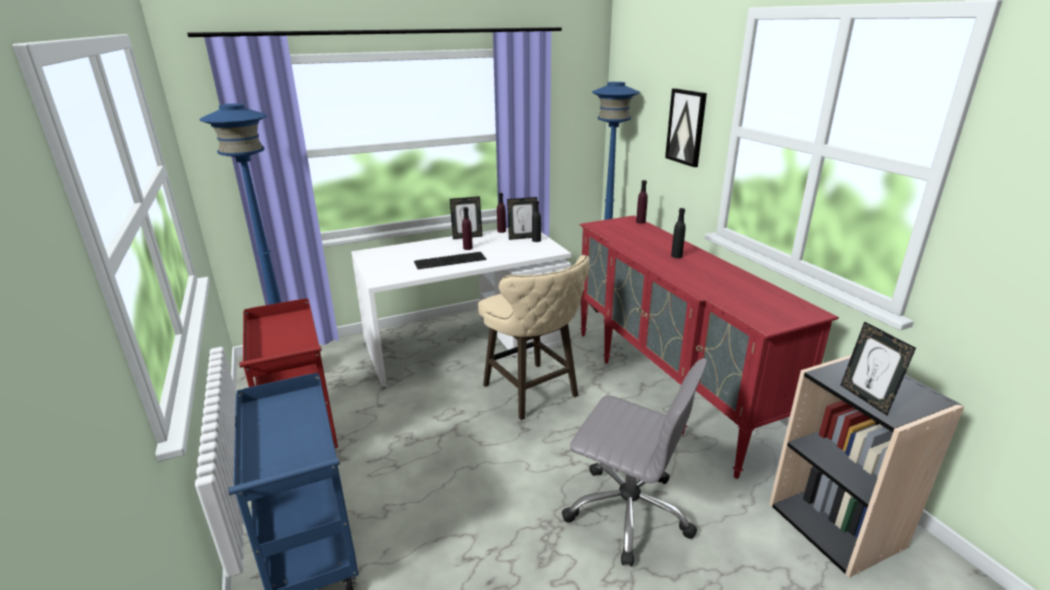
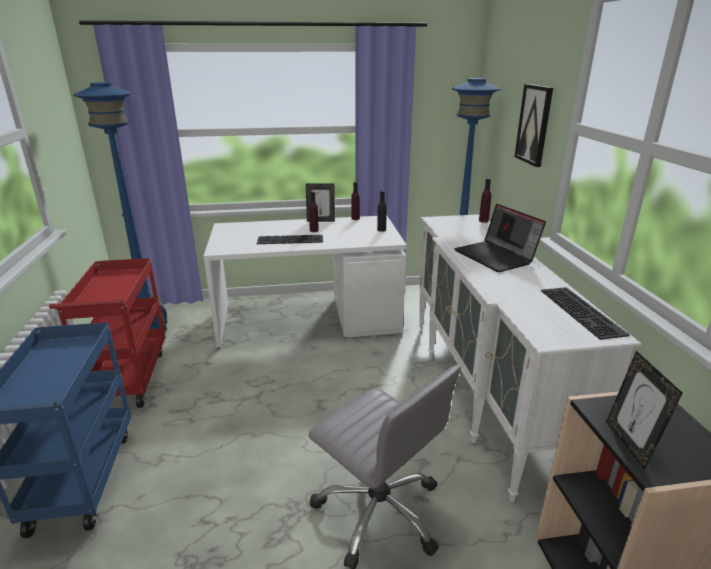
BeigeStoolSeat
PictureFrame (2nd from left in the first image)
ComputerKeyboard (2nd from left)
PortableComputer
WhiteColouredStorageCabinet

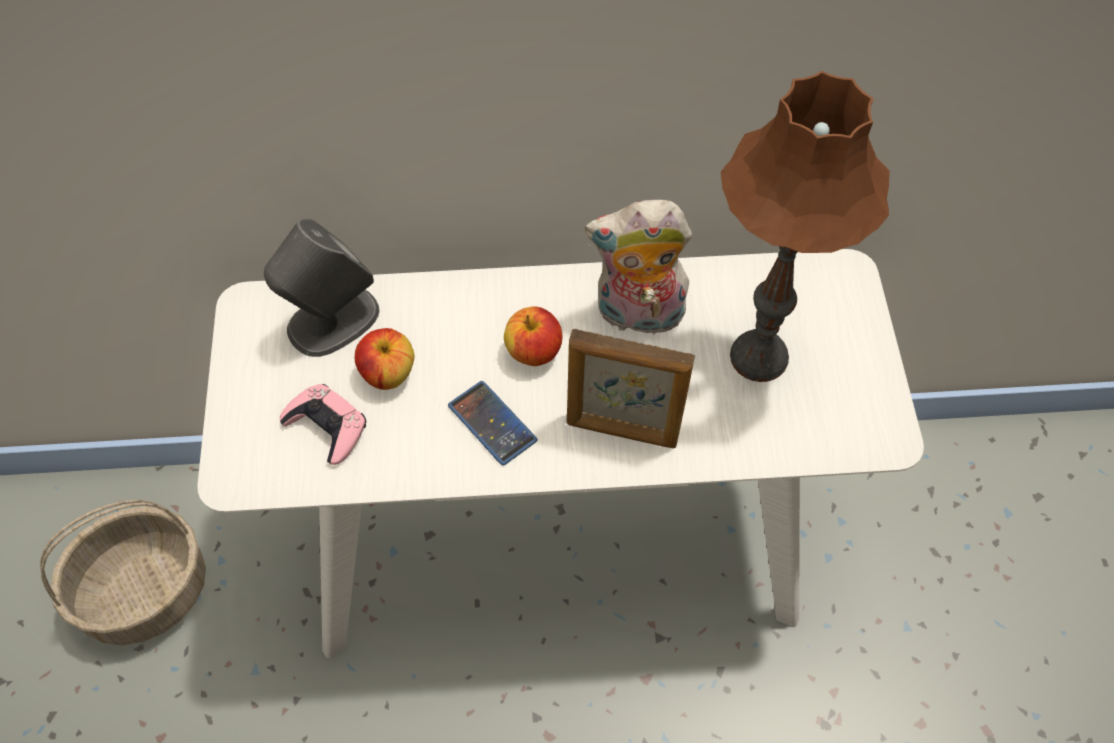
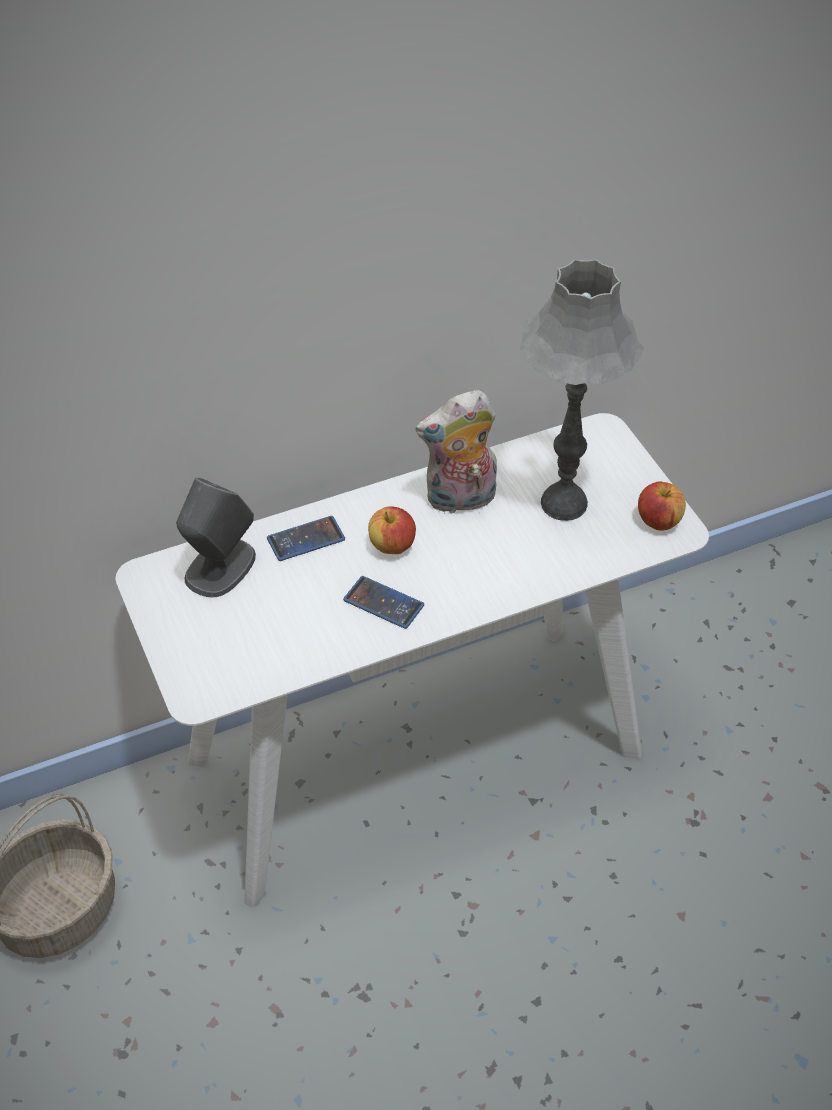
PinkColouredJoypad
PictureFrame
Telephone (1st from left)
AppleFruit (2nd from left)
GrayLampForATable

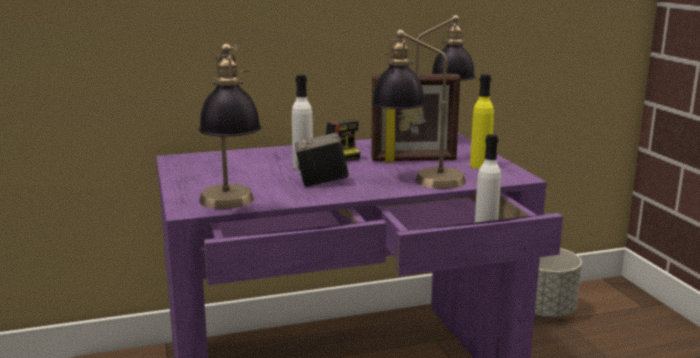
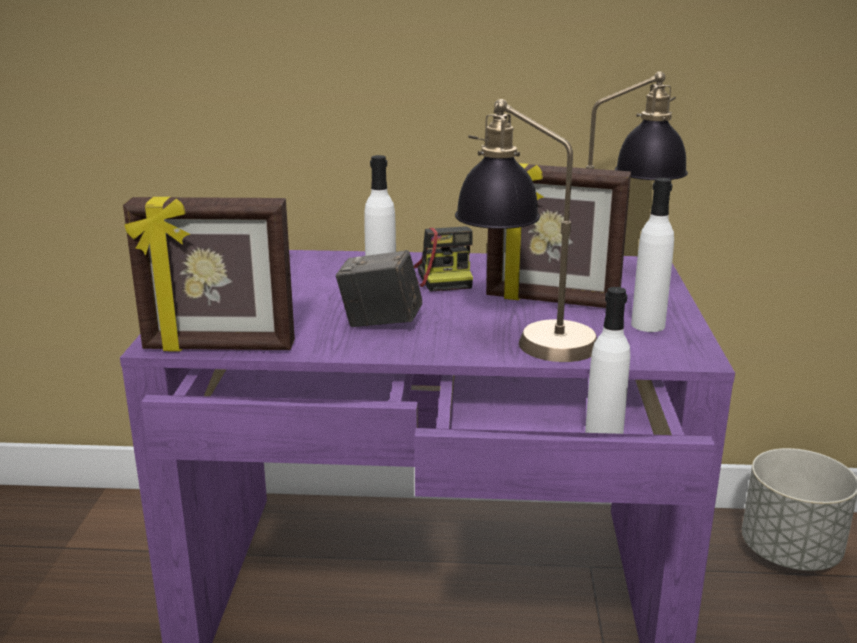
PictureFrame (1st from left)
WhiteColouredBottle (3rd from left)

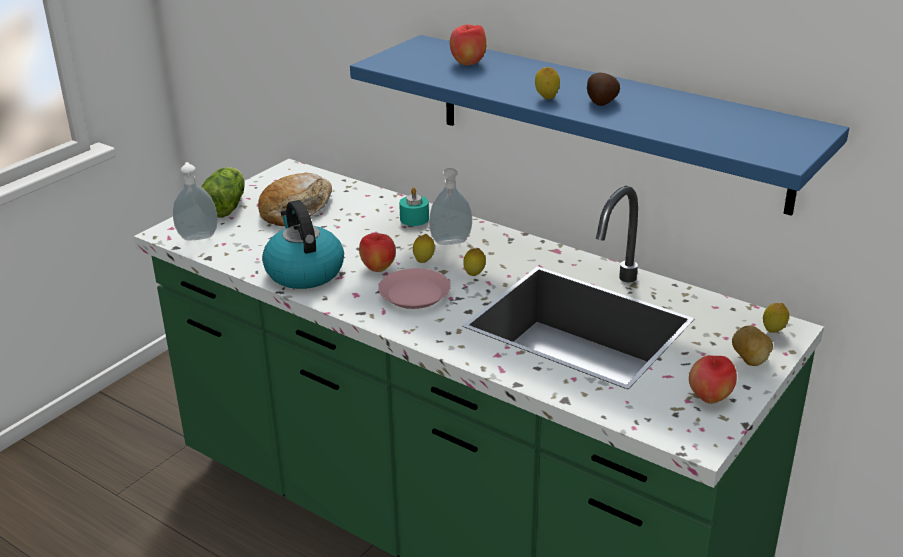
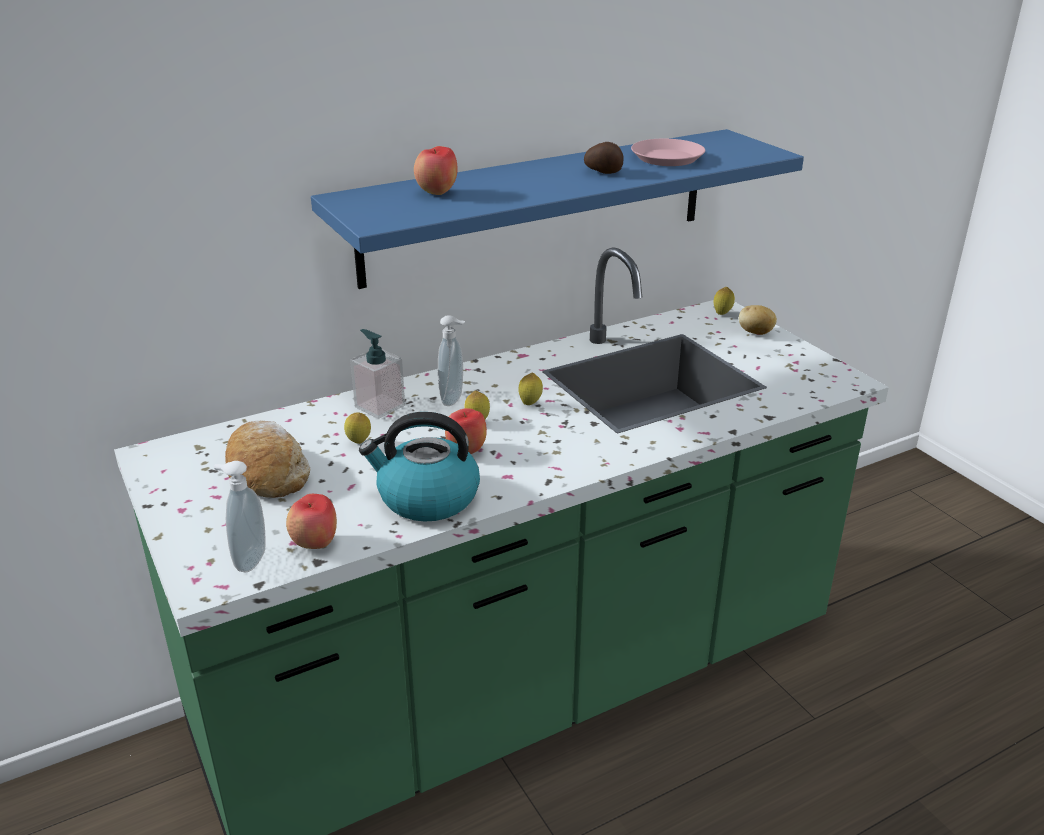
LettuceHead
PinkColouredPlate
Lemon (1st from left)
AppleFruit (1st from left)
LiquidSoapBottle (2nd from left)

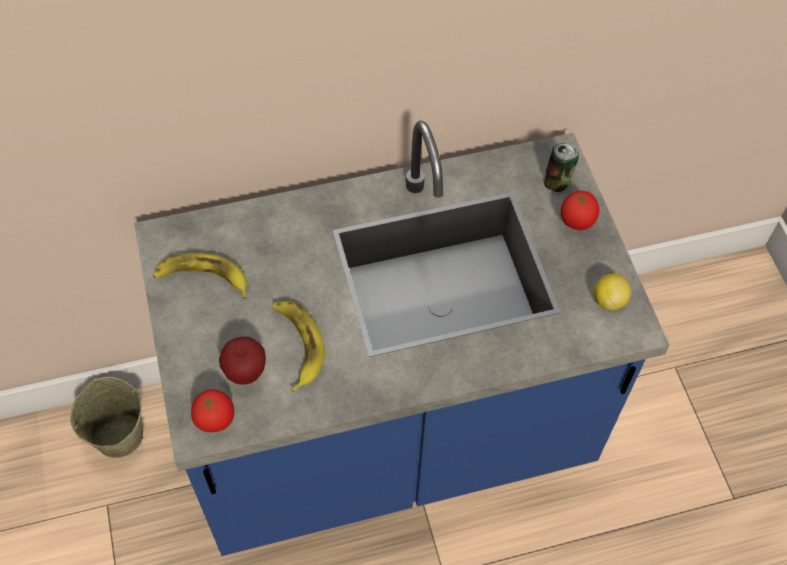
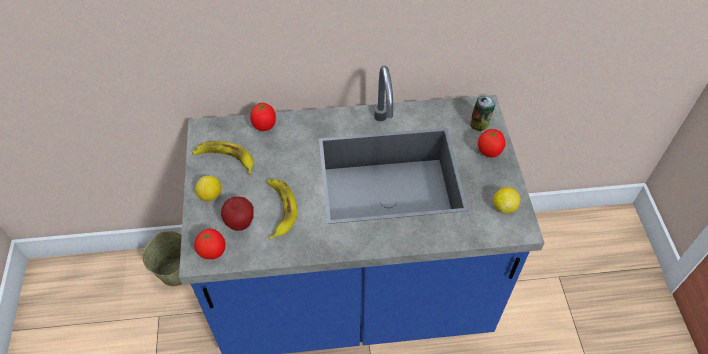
Lemon (1st from left)
Tomato (2nd from left)

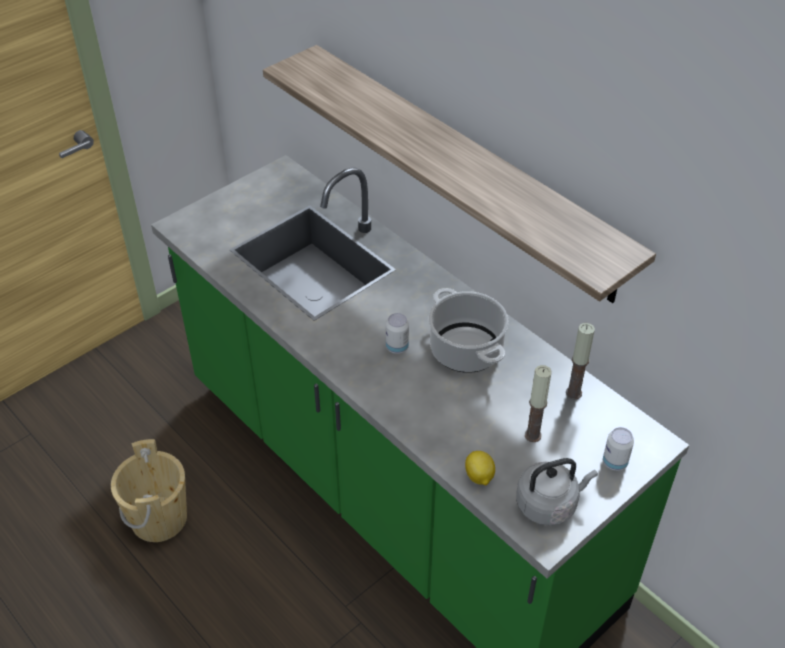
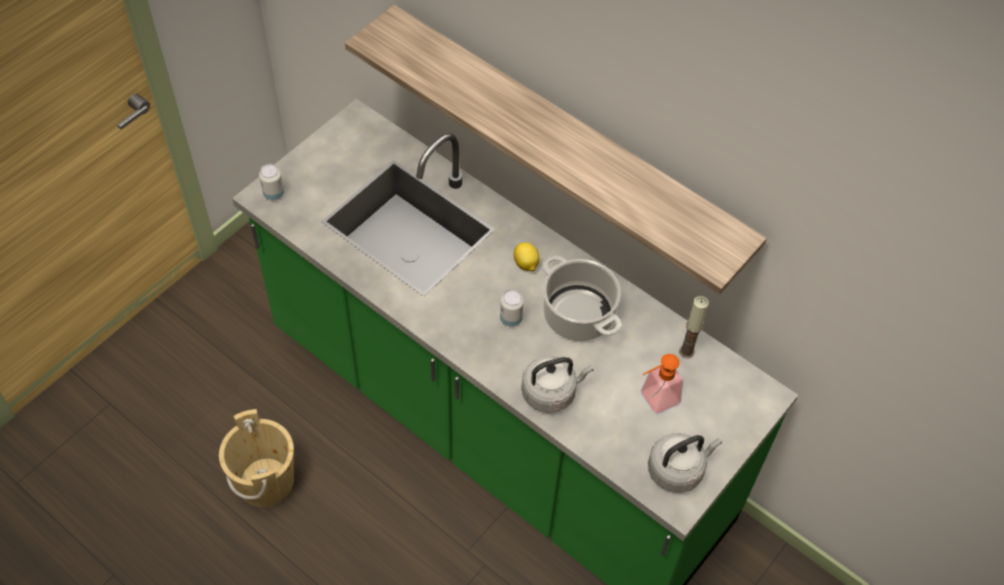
GrayWaterKettle (1st from left)
Lemon
SealedCan (1st from left)
LiquidSoapBottle

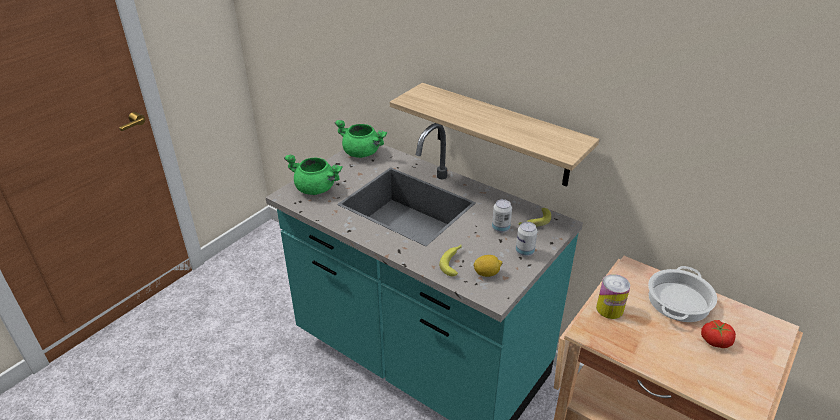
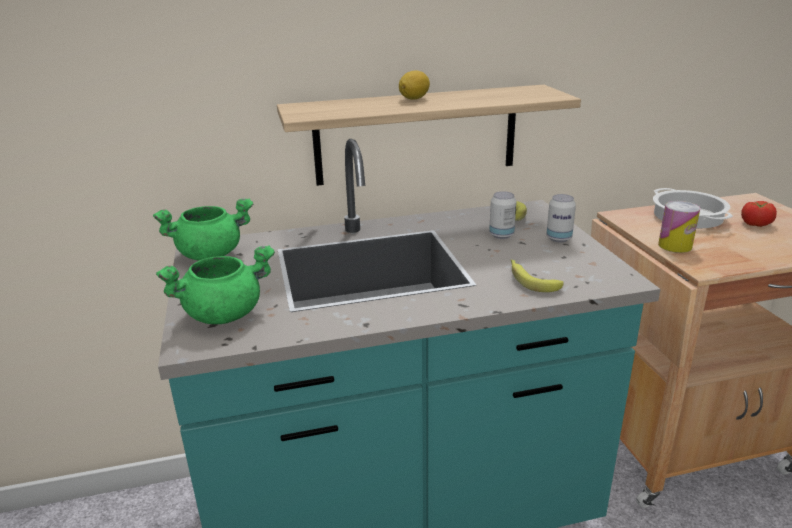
Lemon

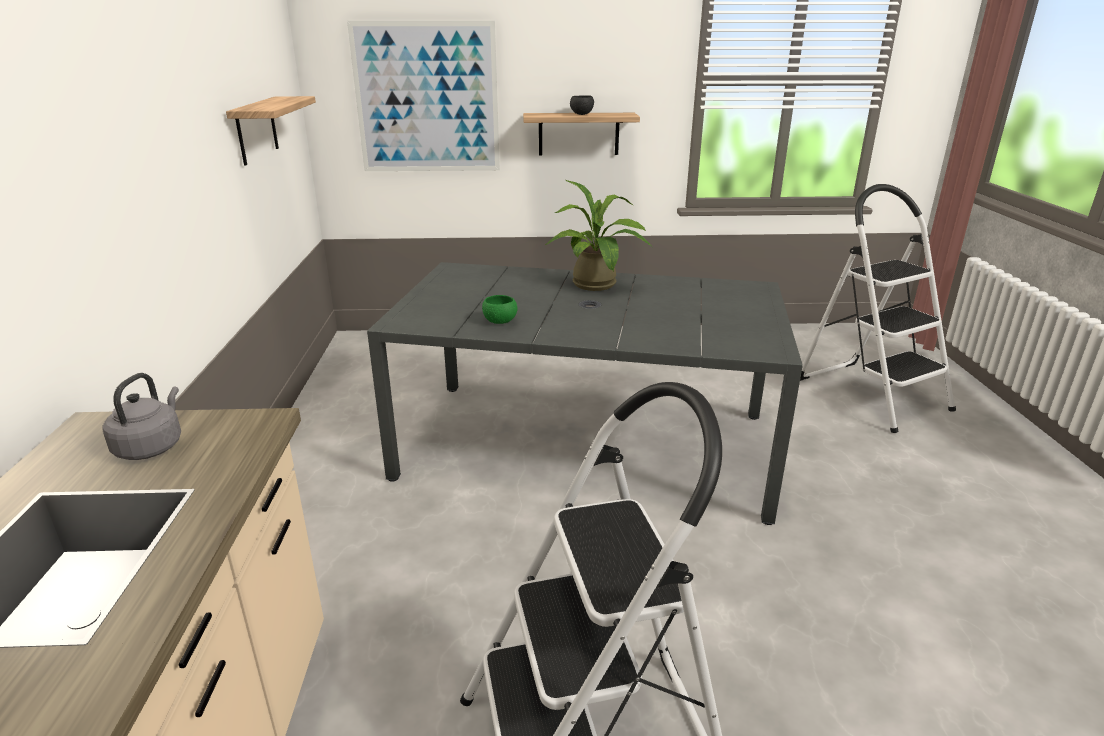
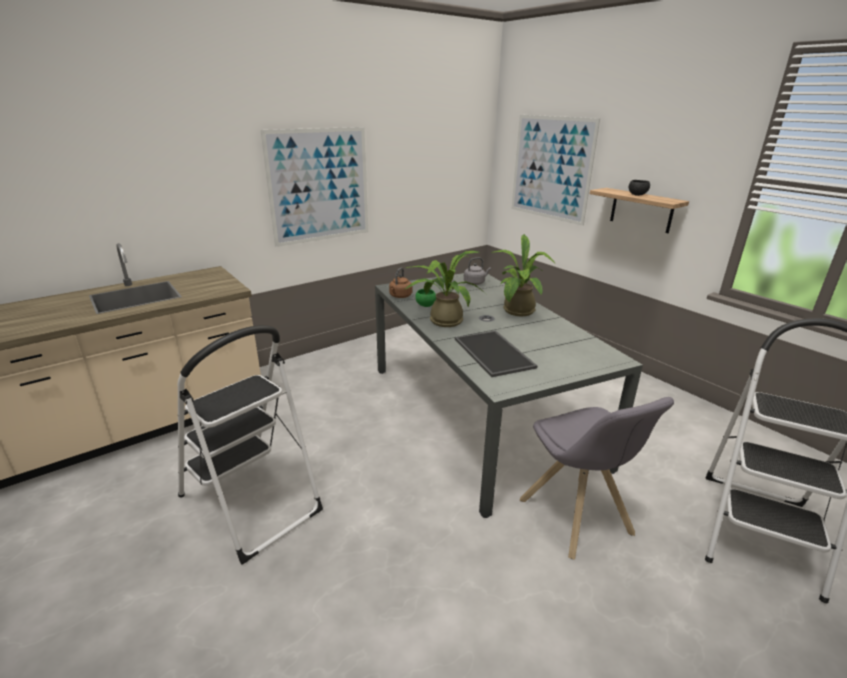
BracketShelf (1st from left in the first image)
WallPicture (1st from left)
BrownishWaterKettle
PlantInAPot (1st from left)
ServingTray
GrayUprightChair
GrayWaterKettle

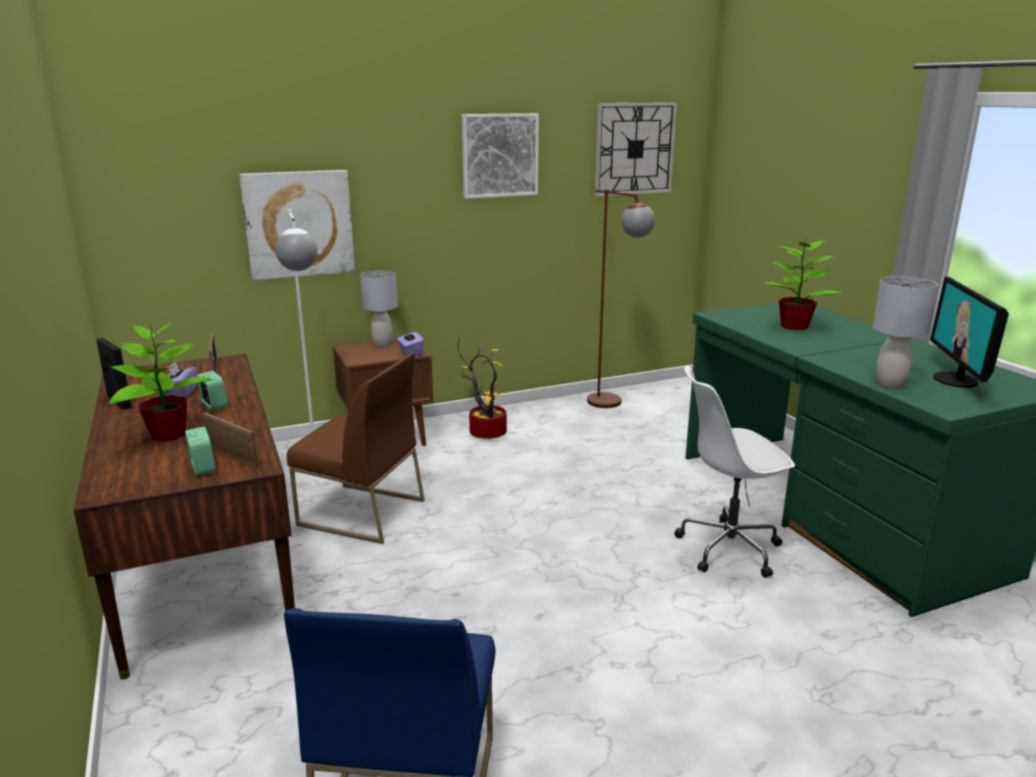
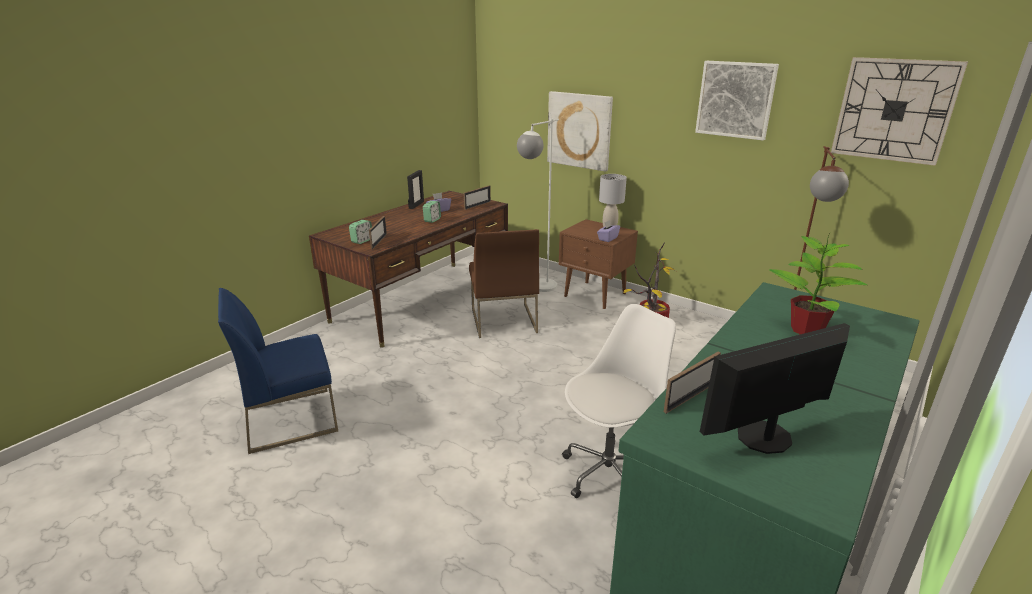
PlantInAPot (1st from left in the first image)
PictureFrame (4th from left)
WhiteColouredOfficeChair

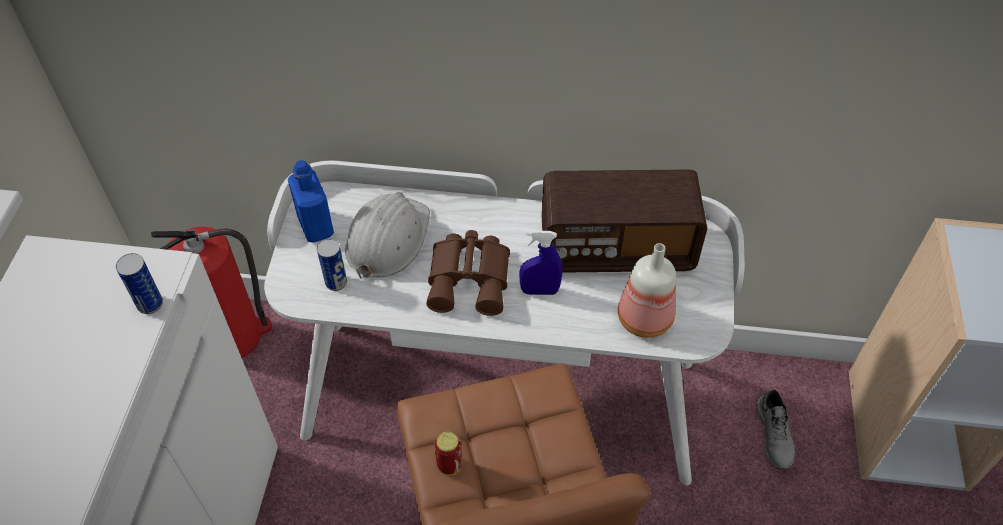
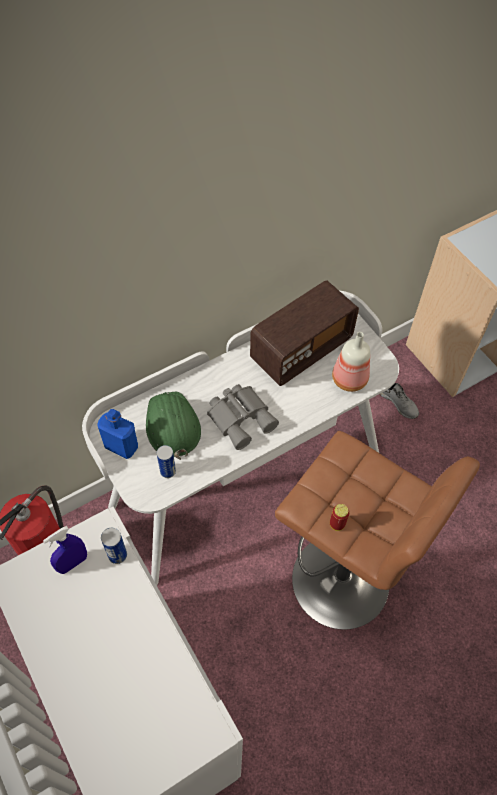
BlueSprayer
GreenColouredHardHat
GrayFieldGlasses

